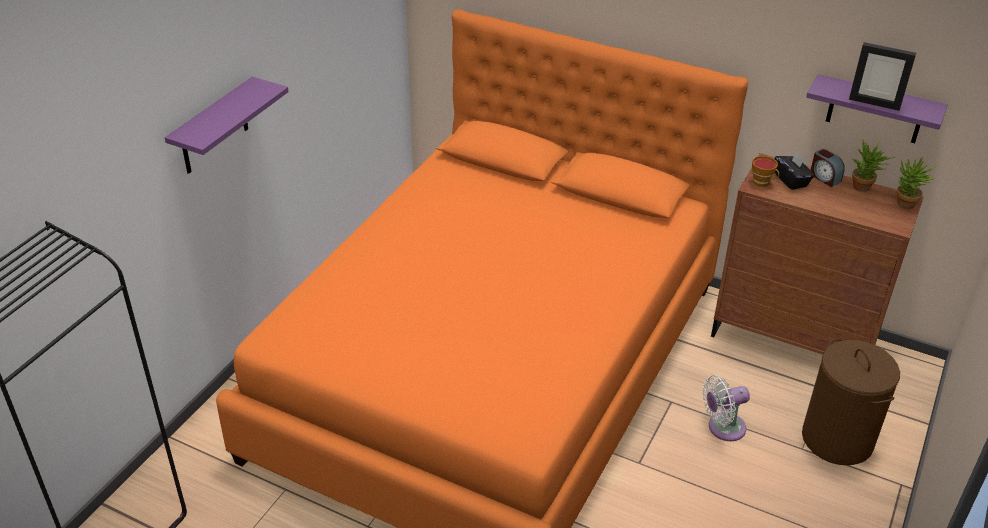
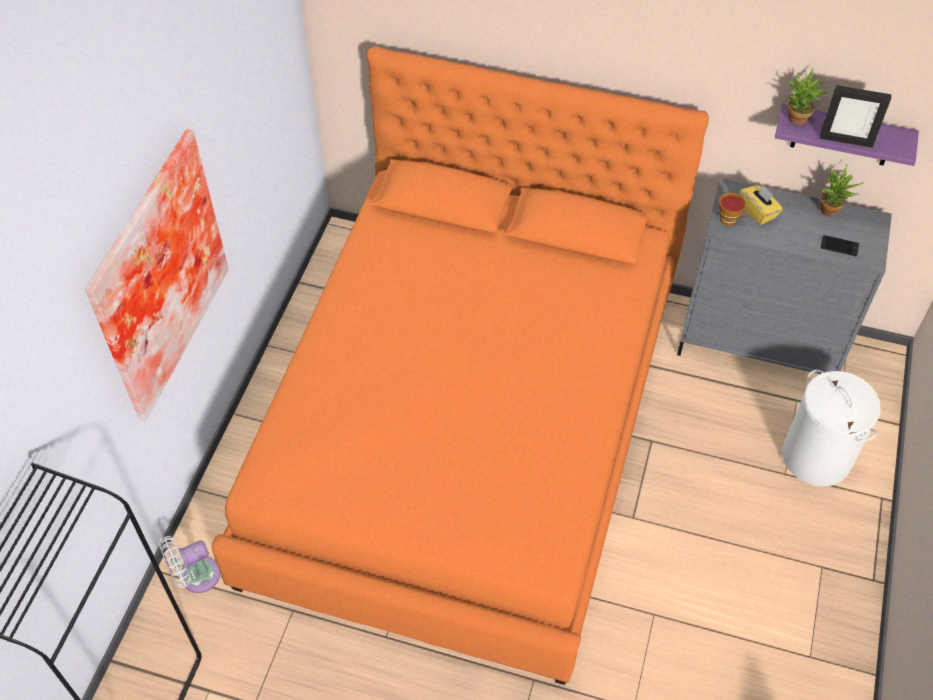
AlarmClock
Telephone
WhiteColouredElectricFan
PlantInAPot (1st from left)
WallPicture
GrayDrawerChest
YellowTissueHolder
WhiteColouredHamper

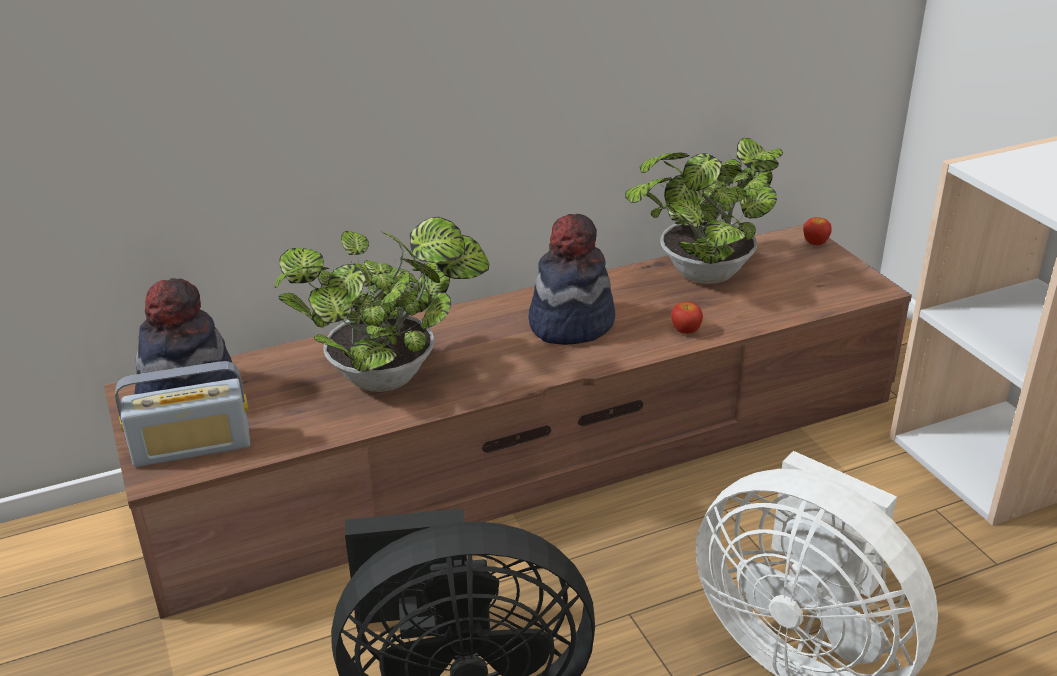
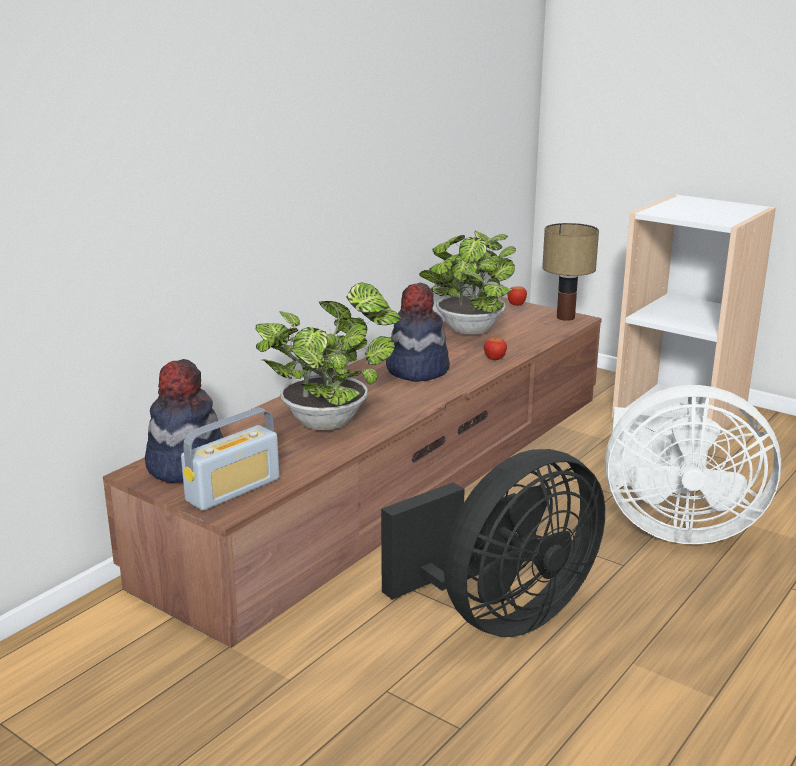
LampForATable

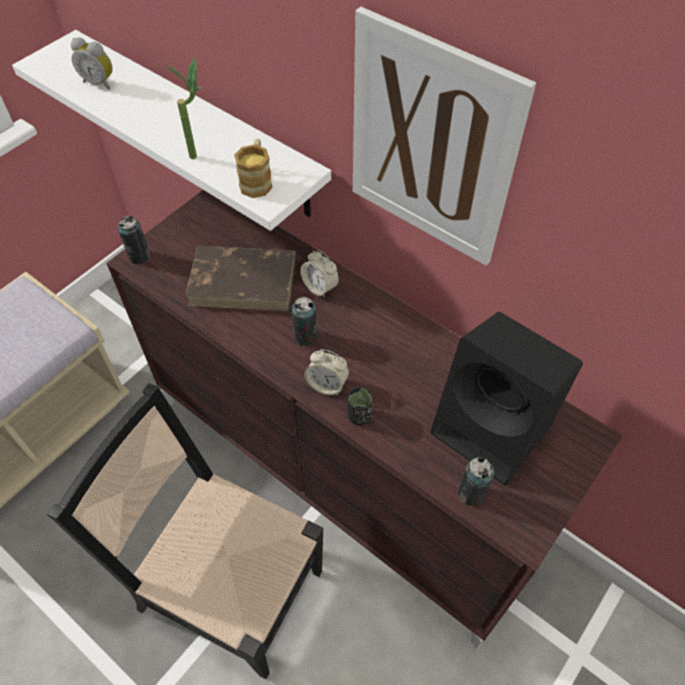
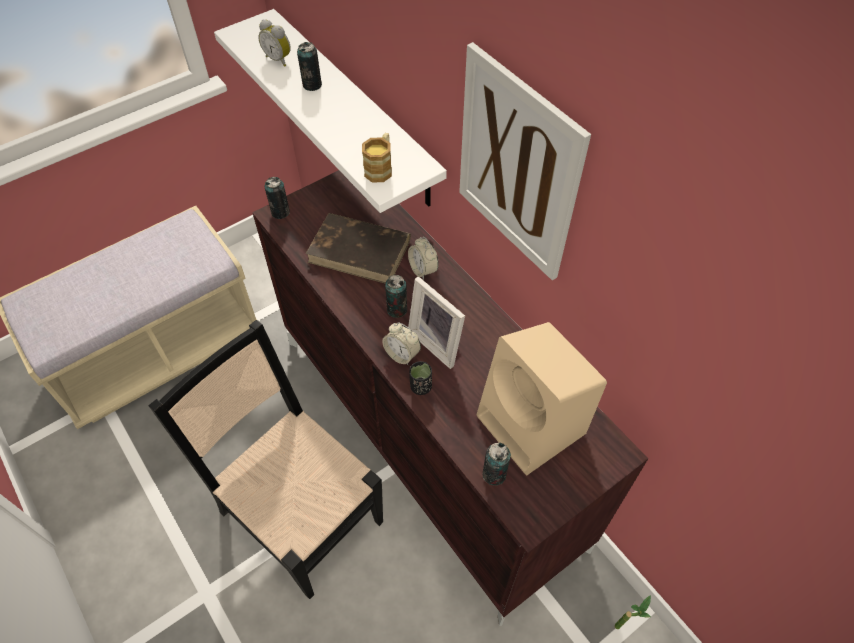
SealedCan (2nd from left)
PictureFrame
PlantInAPot
BeigeLoudspeaker

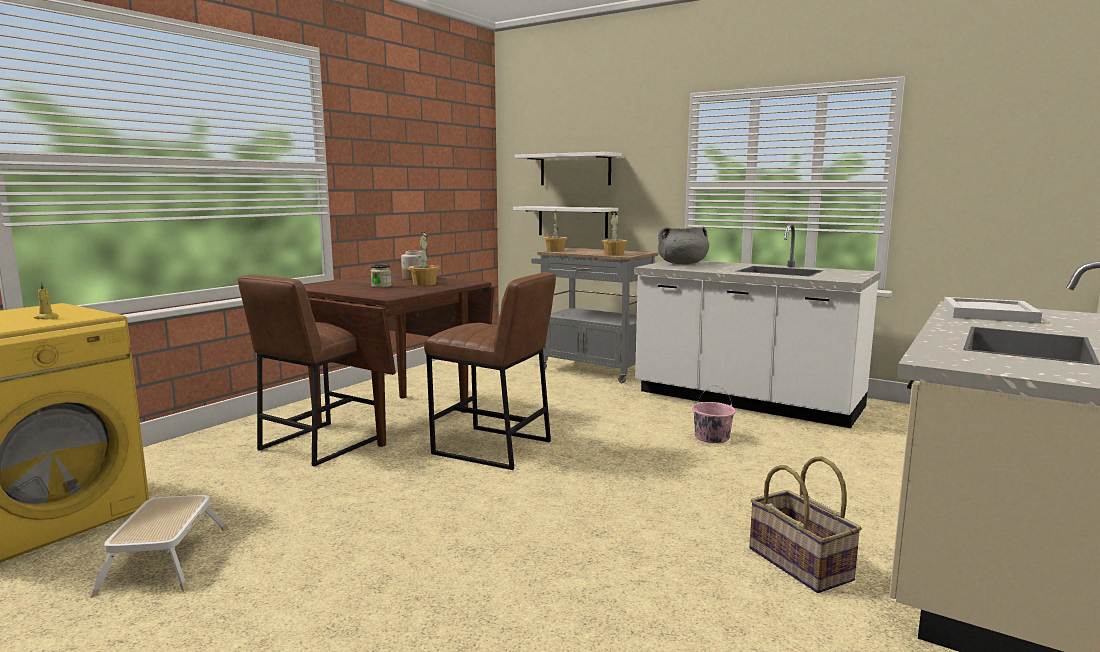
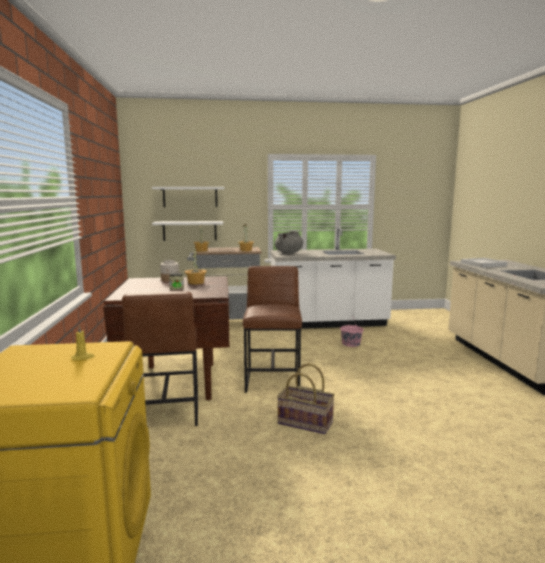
BeigeStepStool
HouseholdBasket
BrownishUprightChair (2nd from left)

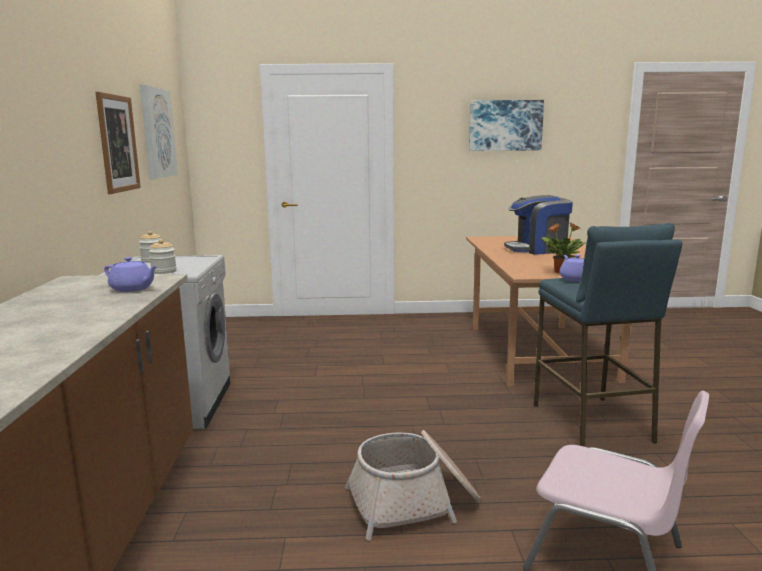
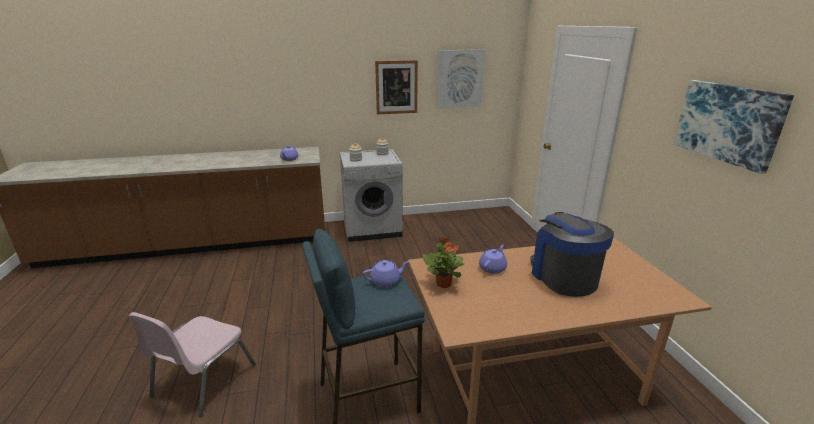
HouseholdBasket
PurpleColouredTeapot (3rd from left)

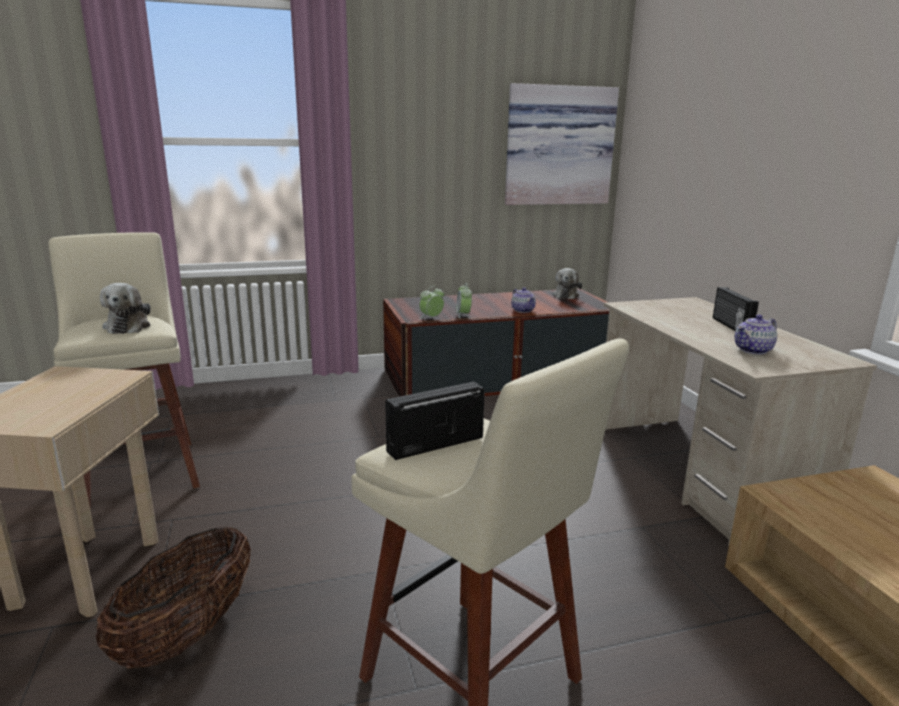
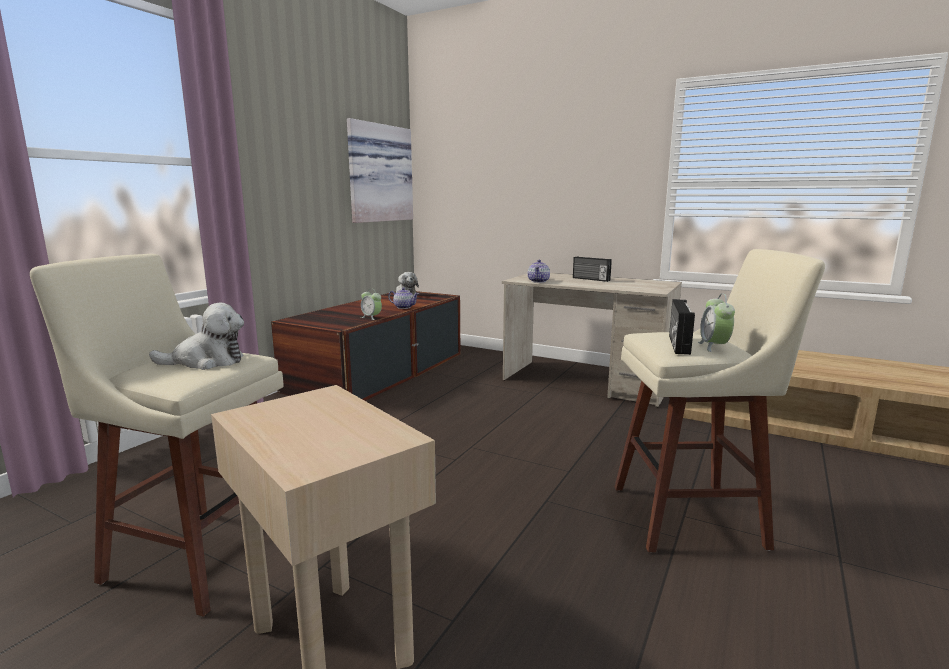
HouseholdBasket
AlarmClock (2nd from left)
Teapot (2nd from left)
PlushToy (1st from left)

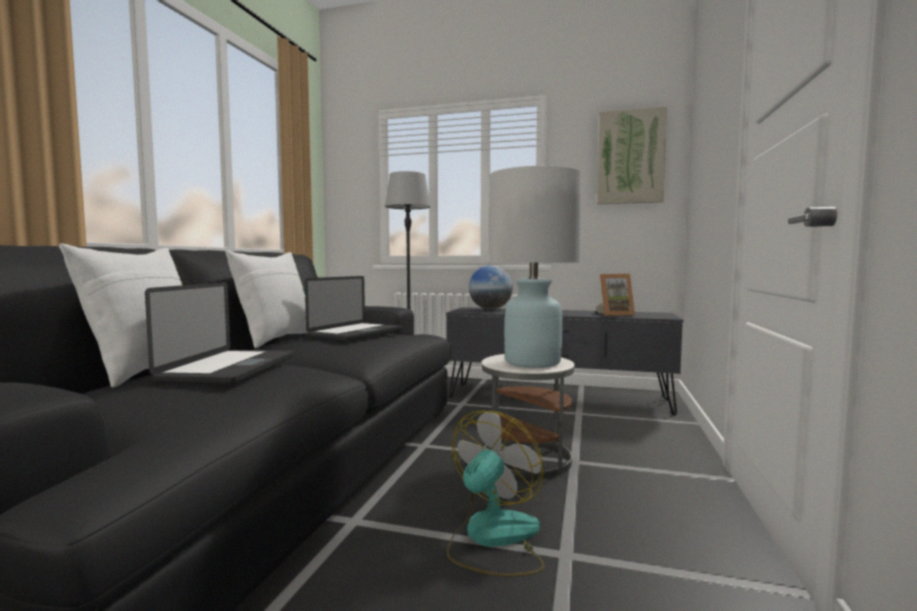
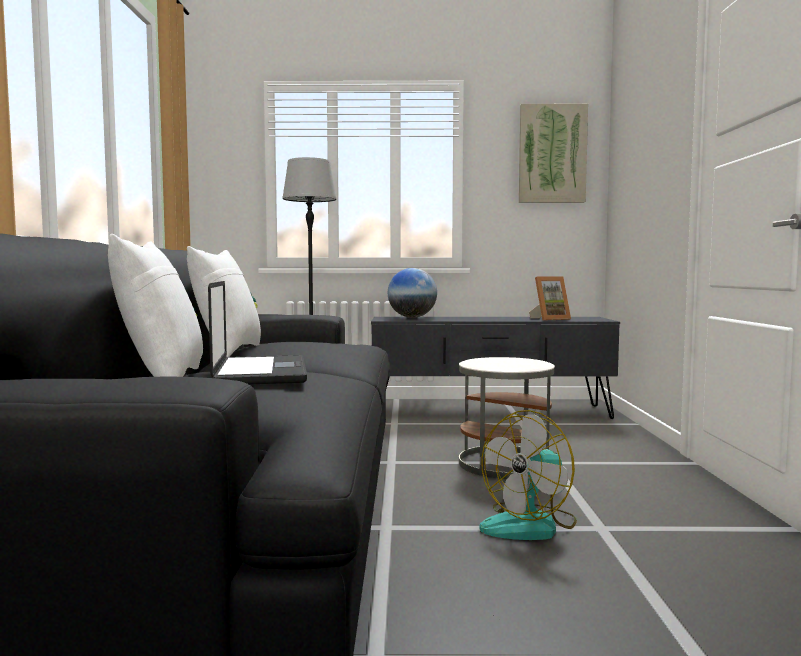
PortableComputer (2nd from left in the first image)
WhiteColouredLampForATable
ElectricFan

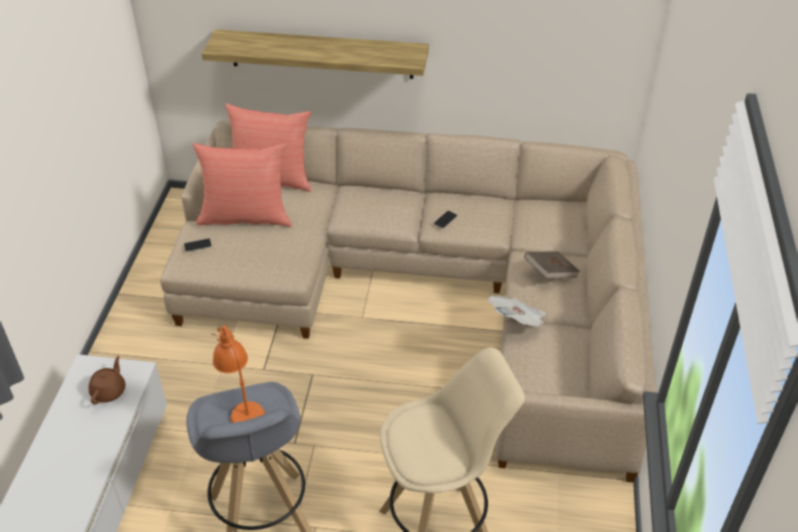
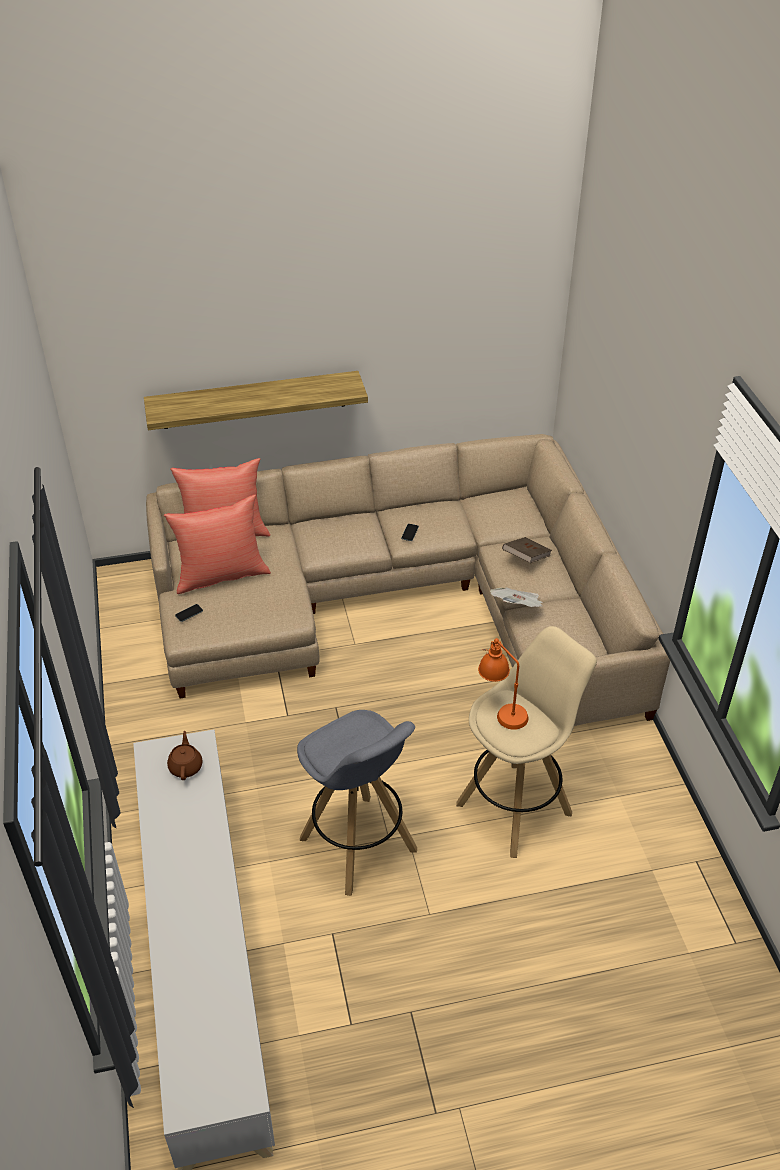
OrangeColouredLampForATable

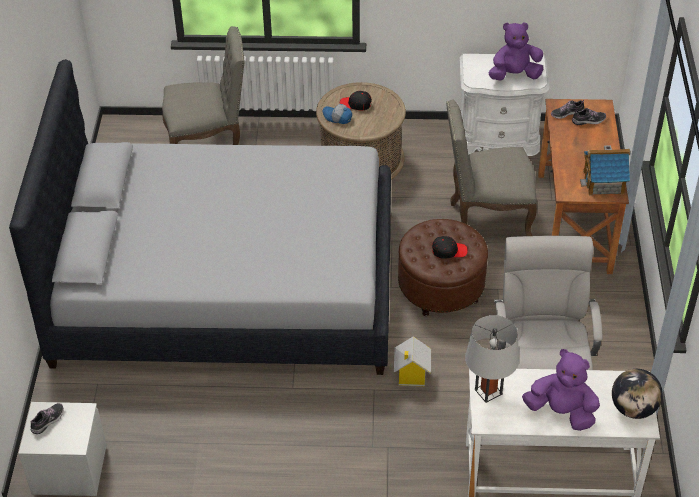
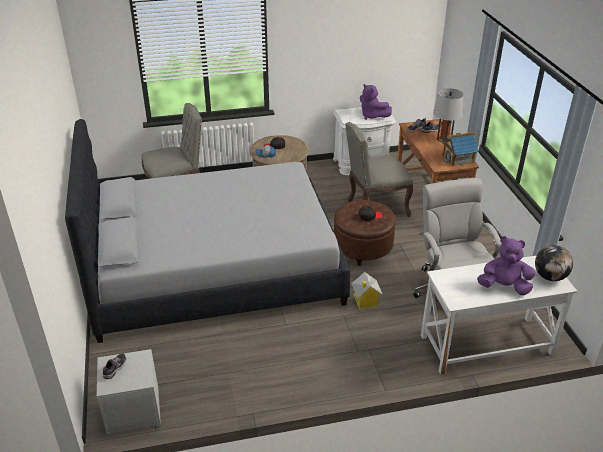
GrayLampForATable
PurpleColouredPlushToy (1st from left)

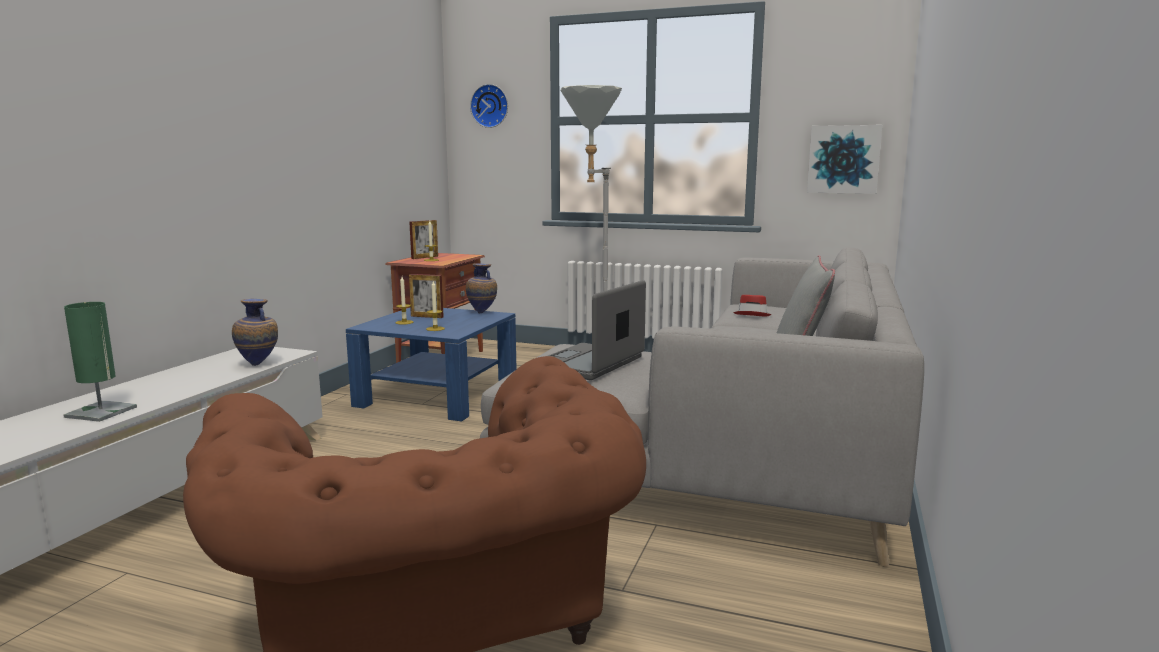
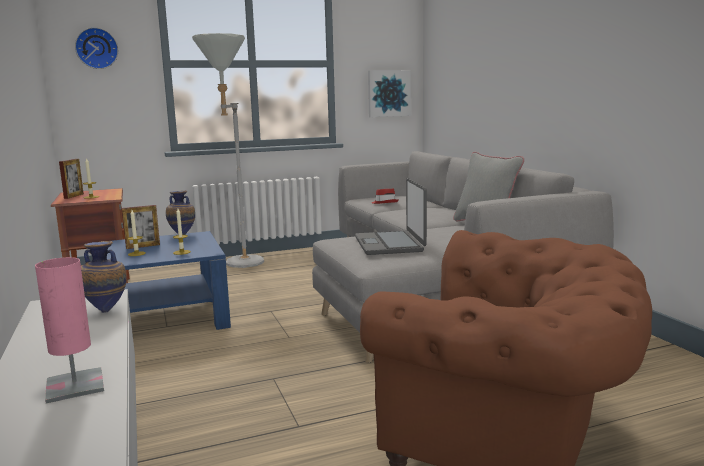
PinkColouredLampForATable

